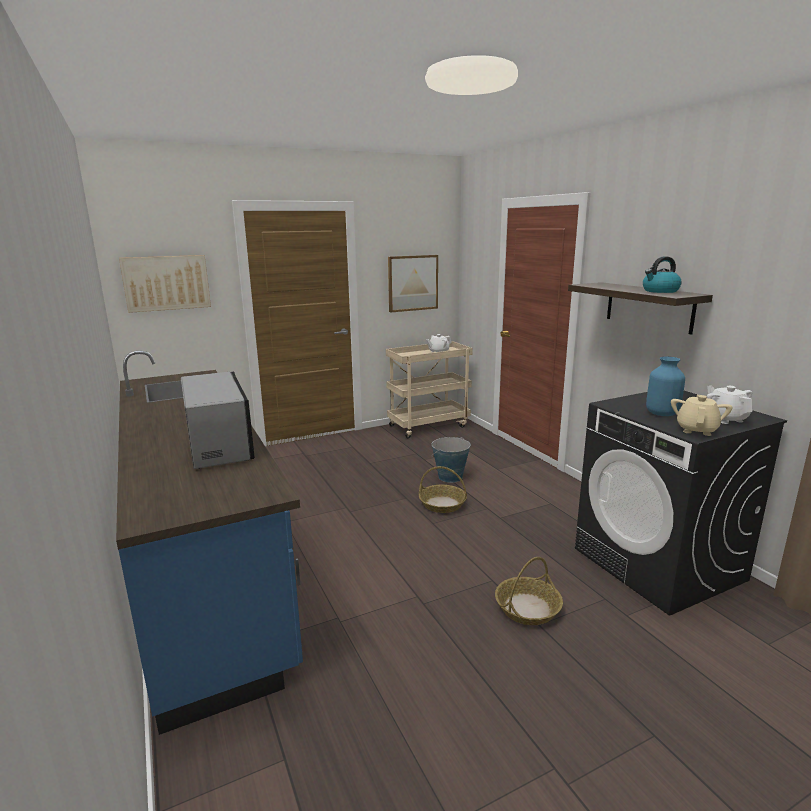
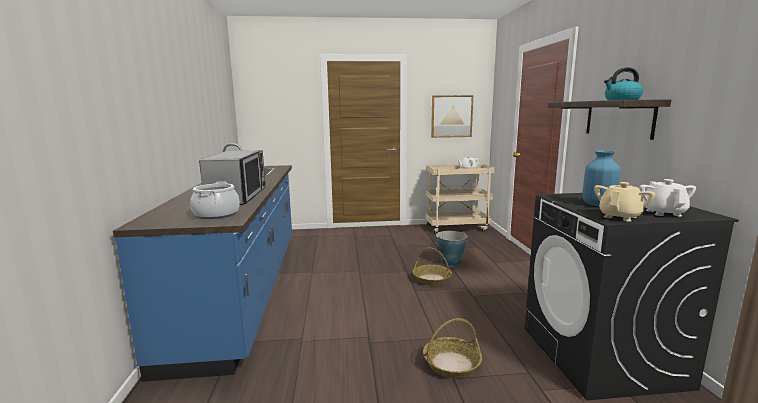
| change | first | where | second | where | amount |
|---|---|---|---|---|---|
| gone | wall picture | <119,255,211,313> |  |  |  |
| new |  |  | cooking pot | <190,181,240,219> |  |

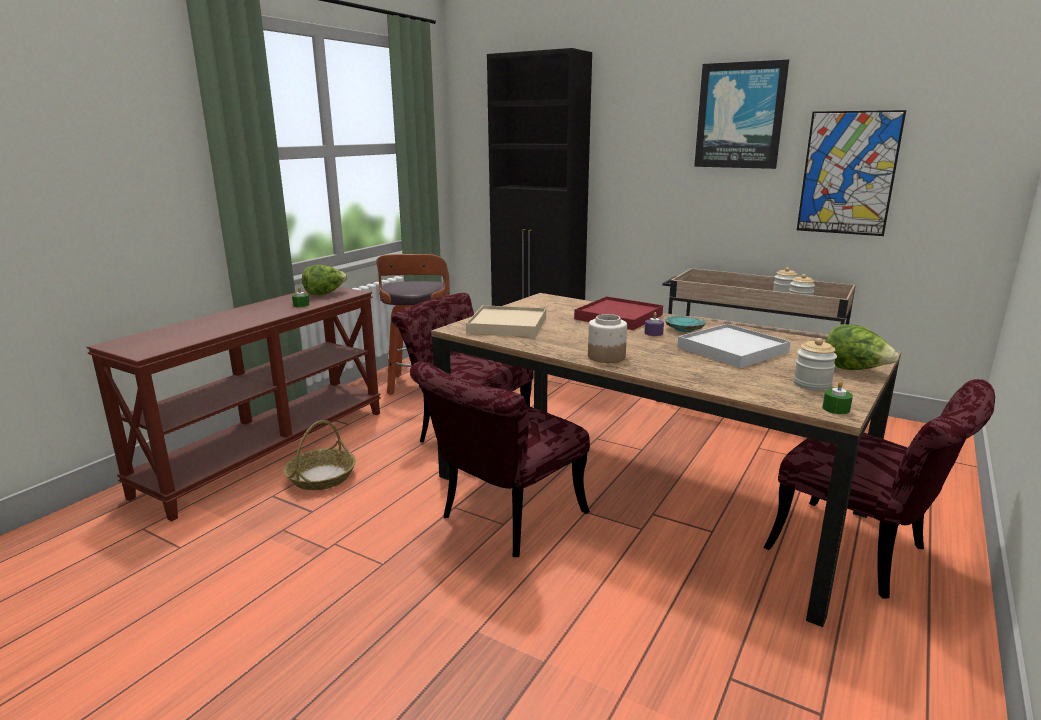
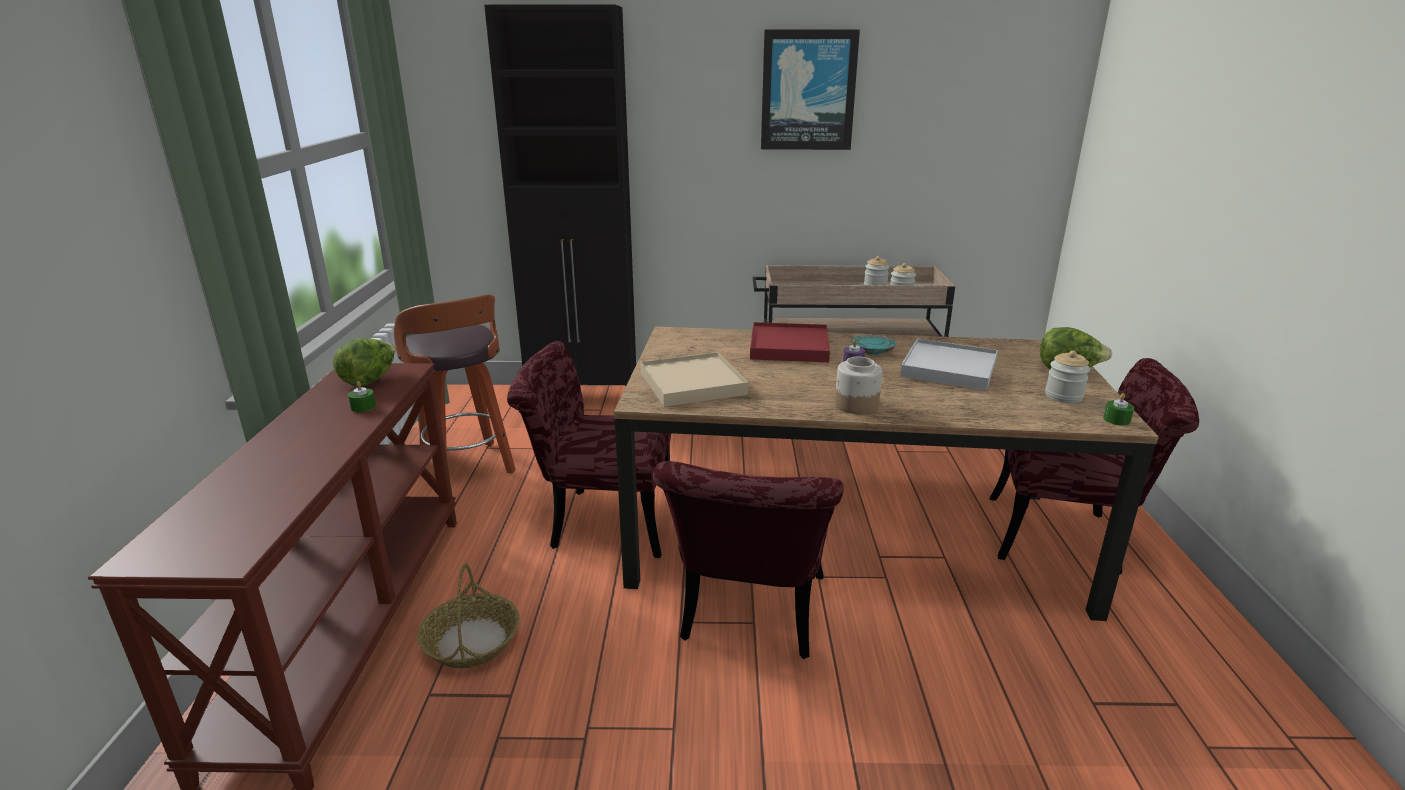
| change | first | where | second | where | amount |
|---|---|---|---|---|---|
| gone | wall picture | <797,110,906,236> |  |  |  |

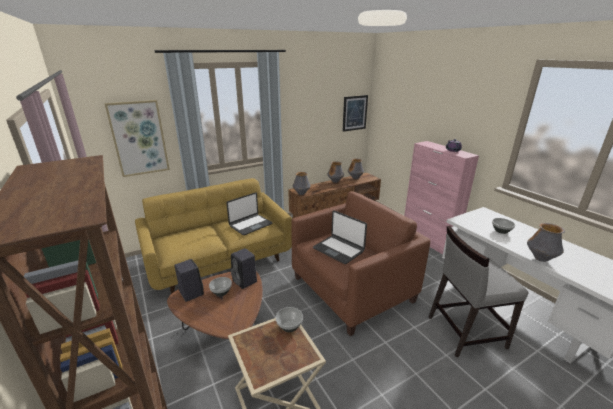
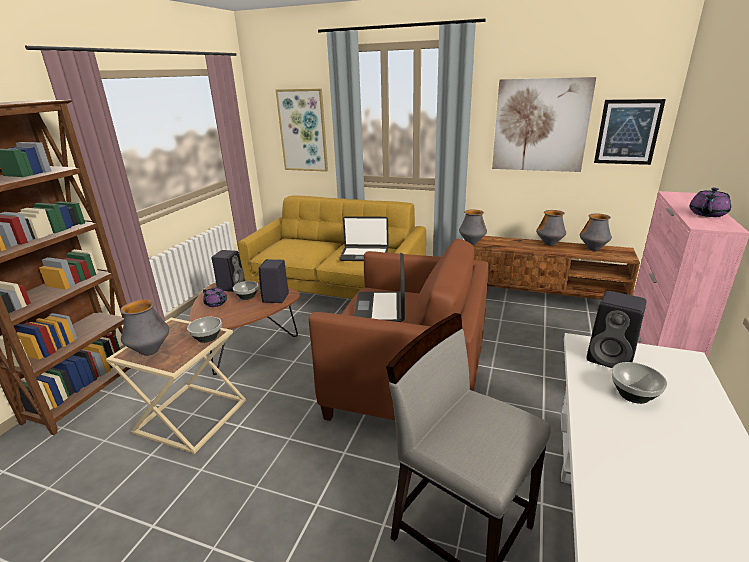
| change | first | where | second | where | amount |
|---|---|---|---|---|---|
| shifted | vase | <527,223,565,262> |  | <120,300,169,356> |  |
| new |  |  | purple-coloured pot for tea | <203,287,227,307> |  |
| new |  |  | wall picture | <492,77,596,172> |  |
| new |  |  | black audio speaker | <586,291,646,368> |  |

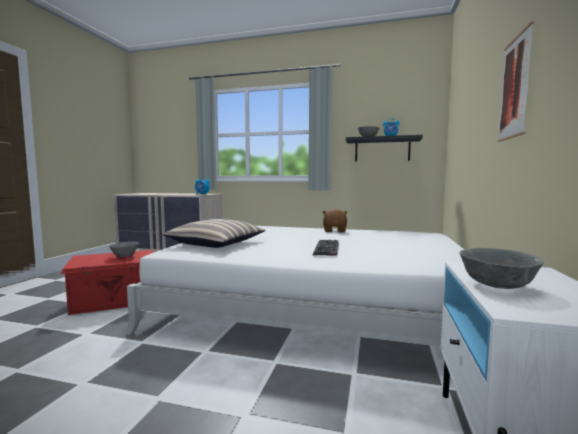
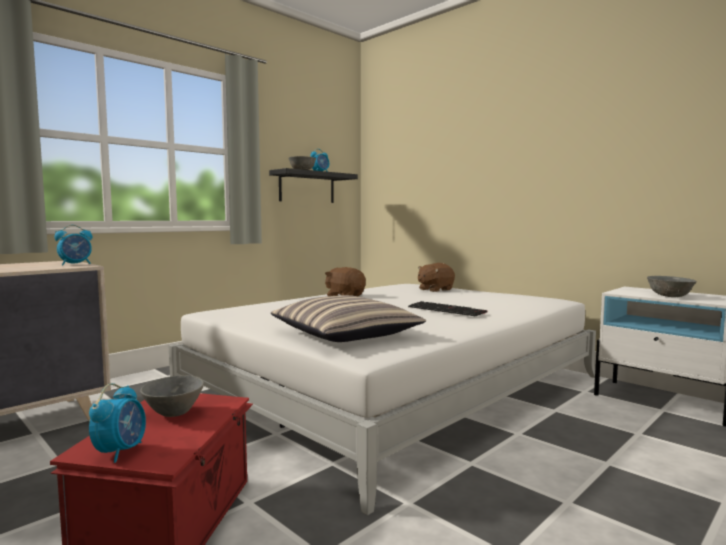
| change | first | where | second | where | amount |
|---|---|---|---|---|---|
| gone | wall picture | <498,21,534,142> |  |  |  |
| new |  |  | bedside clock | <89,383,146,463> |  |
| new |  |  | brown-coloured soft toy | <418,263,455,292> |  |

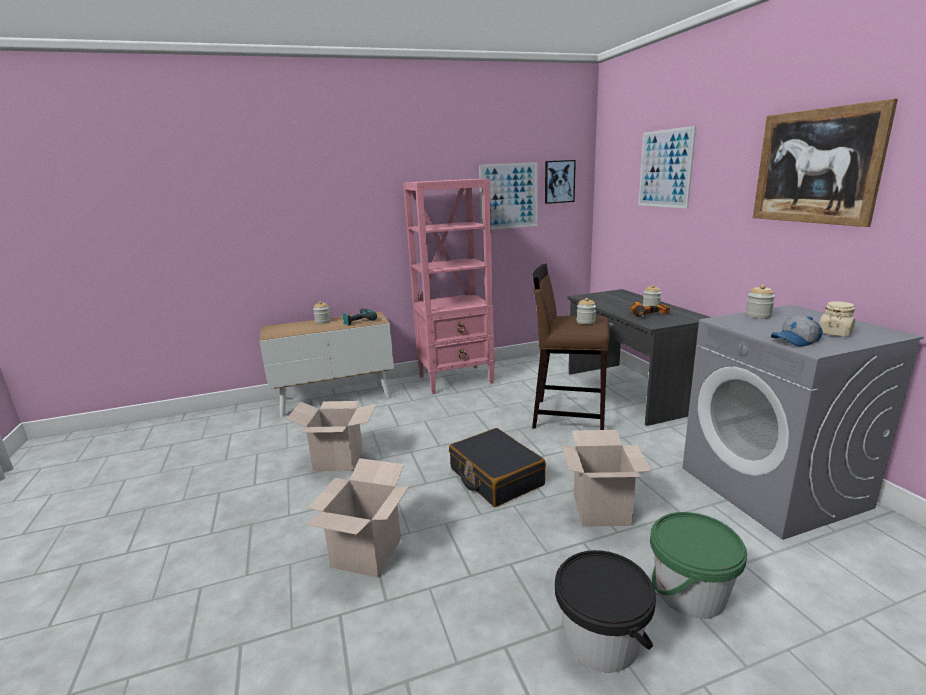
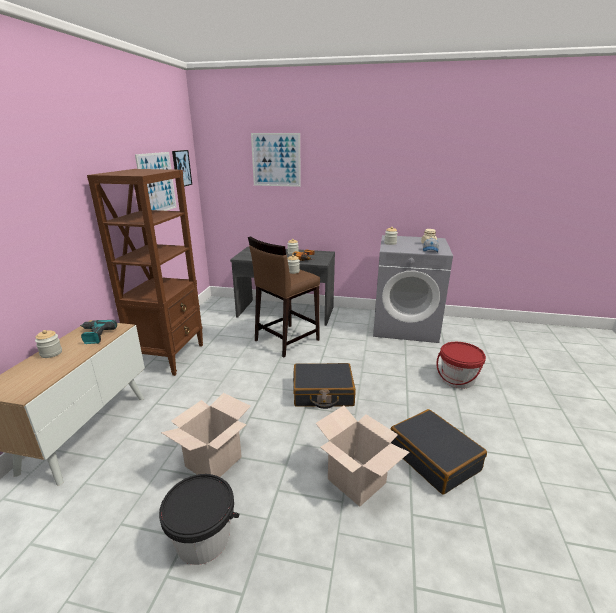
| change | first | where | second | where | amount |
|---|---|---|---|---|---|
| repainted | pink-coloured bookshelf | <403,179,495,394> | brown-coloured bookshelf | <87,169,203,376> |  |
| shifted | black bucket | <555,550,656,673> |  | <159,474,239,565> |  |
| gone | packing box | <561,430,652,526> |  |  |  |
| repainted | green bucket | <650,512,747,619> | reddish bucket | <436,342,486,389> |  |
| gone | wall picture | <753,99,898,227> |  |  |  |
| new |  |  | black suitcase | <390,409,487,495> |  |

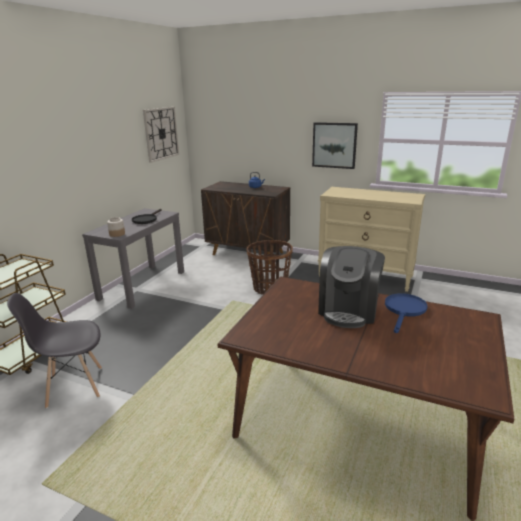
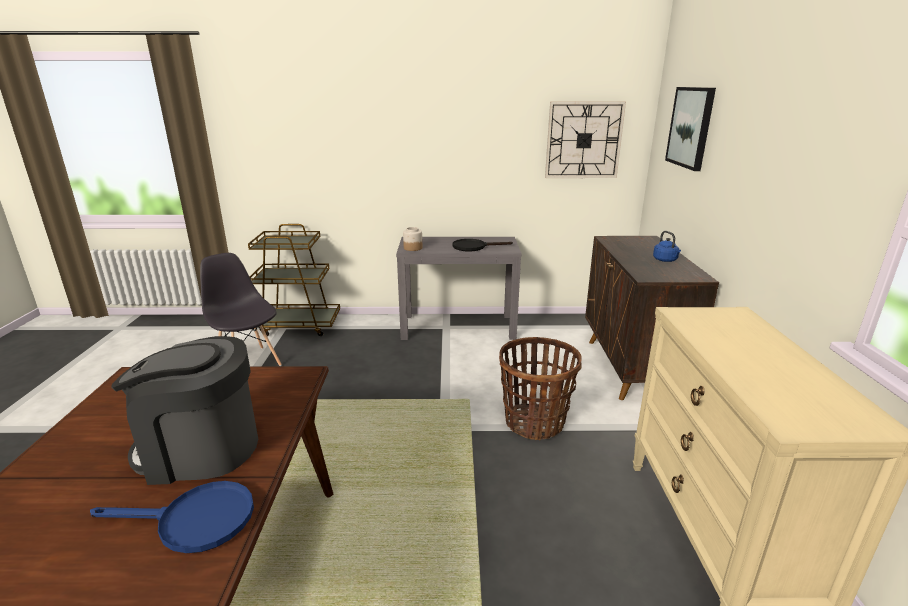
| change | first | where | second | where | amount |
|---|---|---|---|---|---|
| shifted | wall picture | <312,122,358,169> |  | <665,87,716,171> |  |

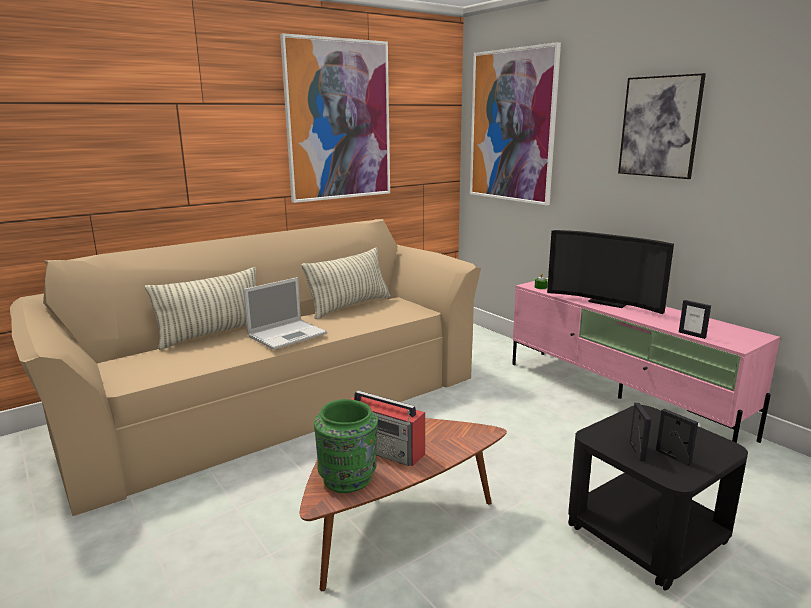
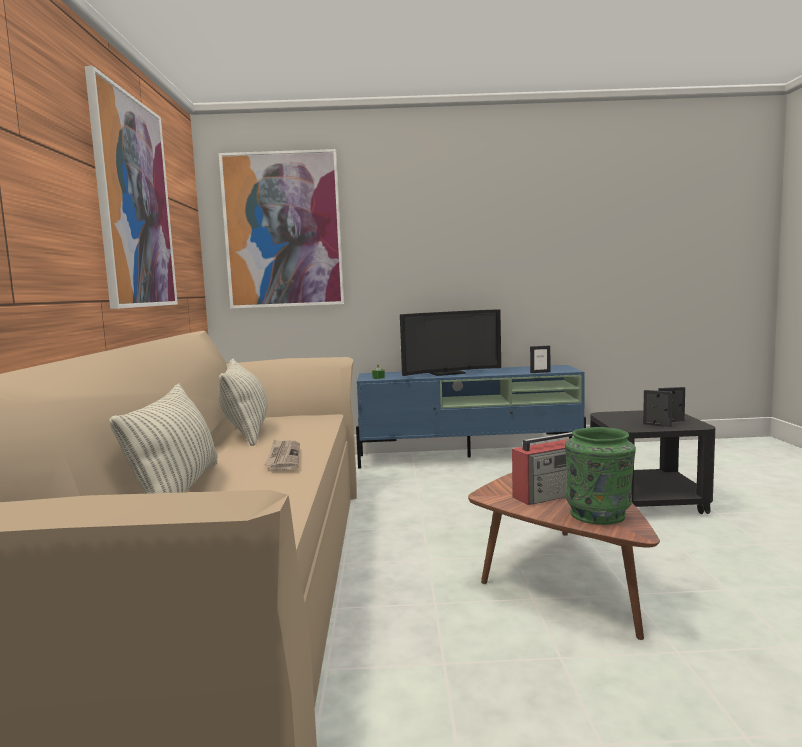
| change | first | where | second | where | amount |
|---|---|---|---|---|---|
| swapped | notebook computer | <243,277,327,350> | newspaper | <264,439,300,470> |  |
| repainted | pink-coloured tv stand | <512,278,780,443> | bluish tv stand | <356,365,586,469> |  |
| gone | wall picture | <618,73,706,179> |  |  |  |

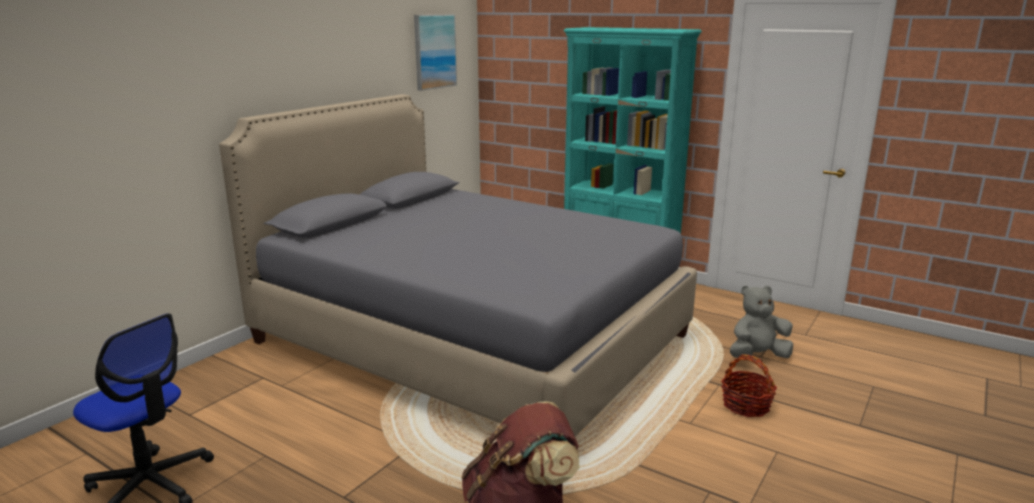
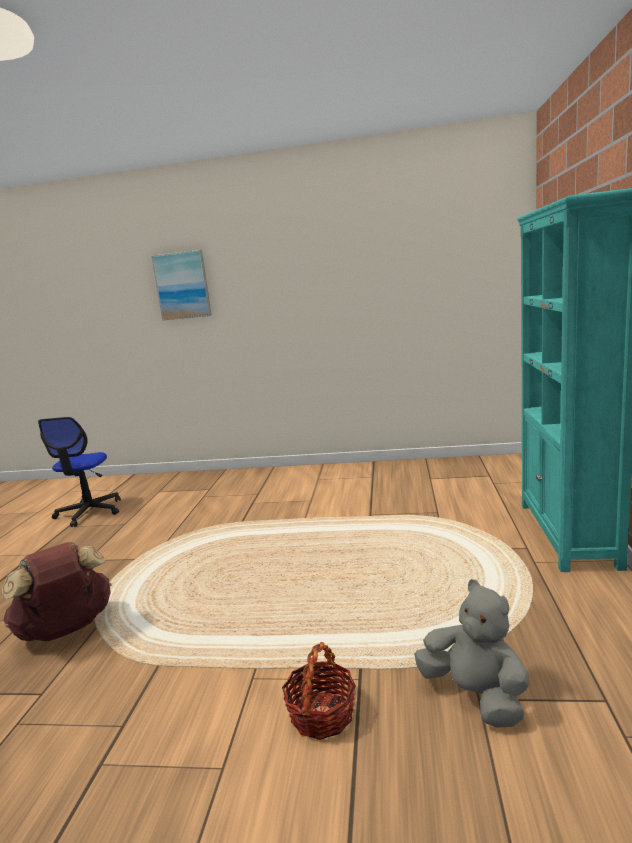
| change | first | where | second | where | amount |
|---|---|---|---|---|---|
| gone | greyish bedroom bed | <219,94,697,437> |  |  |  |
| shifted | wall picture | <414,14,457,91> |  | <151,250,212,321> |  |

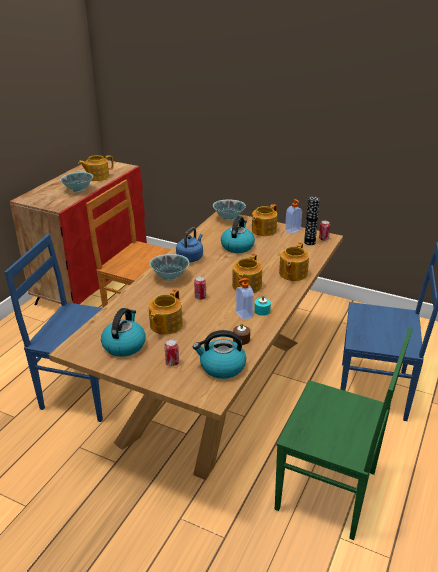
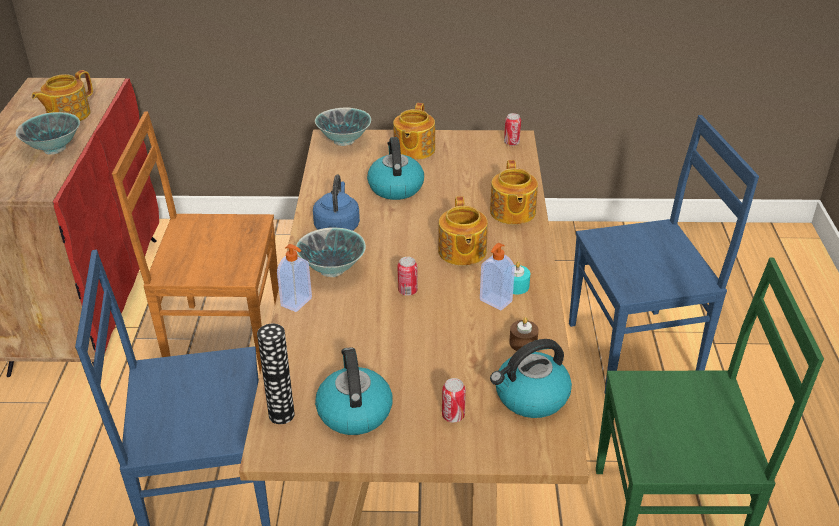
| change | first | where | second | where | amount |
|---|---|---|---|---|---|
| gone | pot for tea | <149,289,183,335> |  |  |  |
| shifted | soap bottle | <285,199,302,234> |  | <277,244,312,312> |  |
| shifted | vase | <304,196,320,245> |  | <257,324,295,424> |  |

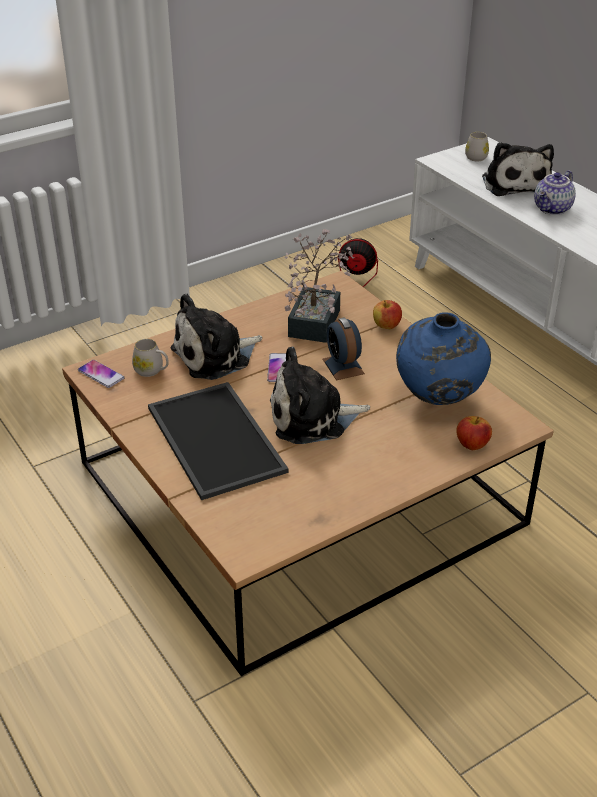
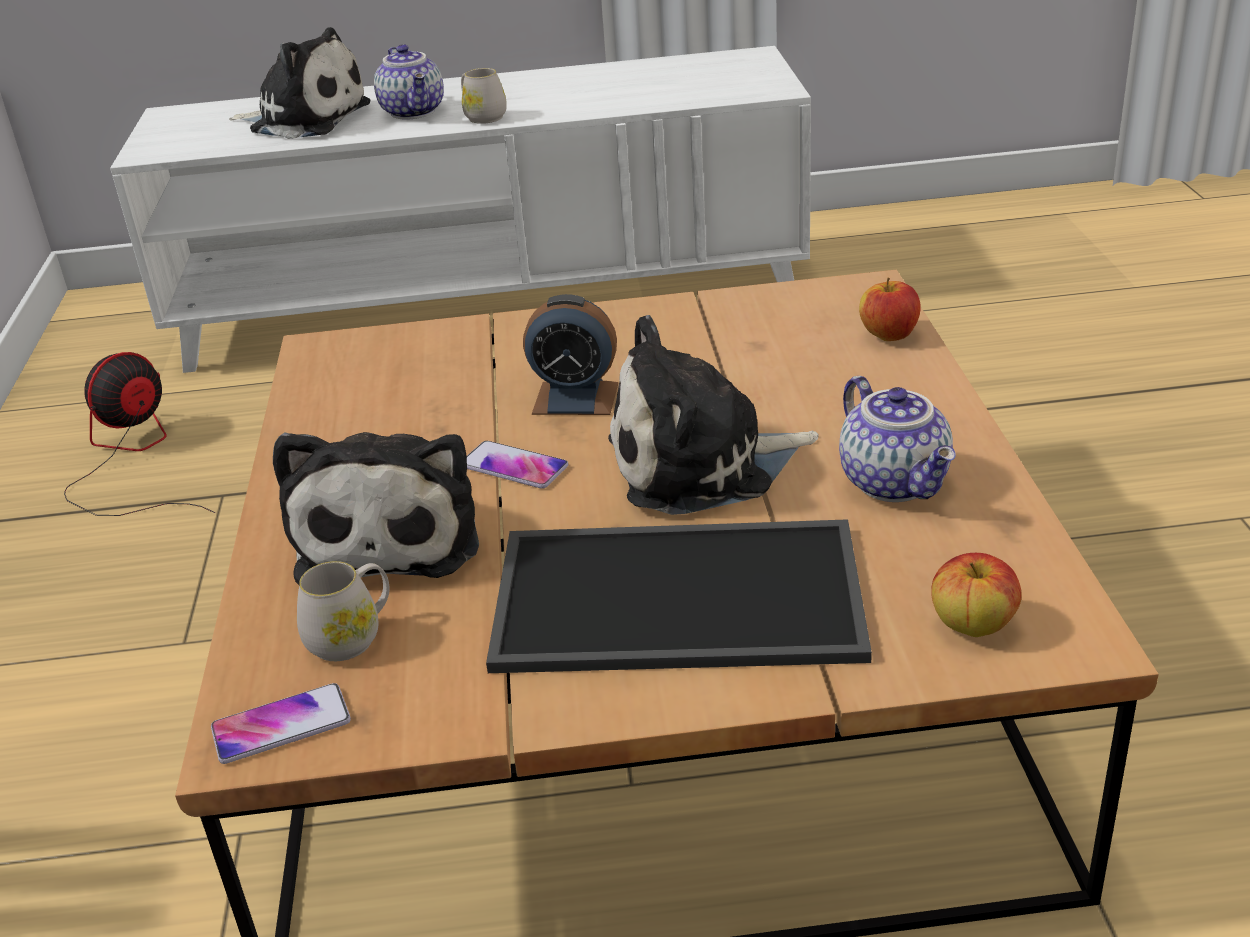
| change | first | where | second | where | amount |
|---|---|---|---|---|---|
| rotated | soft toy | <270,347,370,444> |  | <608,315,818,515> | 60 degrees clockwise |
| gone | potted plant | <284,229,354,343> |  |  |  |
| shifted | whole apple | <373,300,402,329> |  | <931,553,1022,637> |  |
| gone | bluish vase | <396,312,491,405> |  |  |  |
| shifted | white coffee mug | <465,132,489,161> |  | <461,68,507,124> |  |
| new |  |  | pot for tea | <839,376,956,502> |  |

